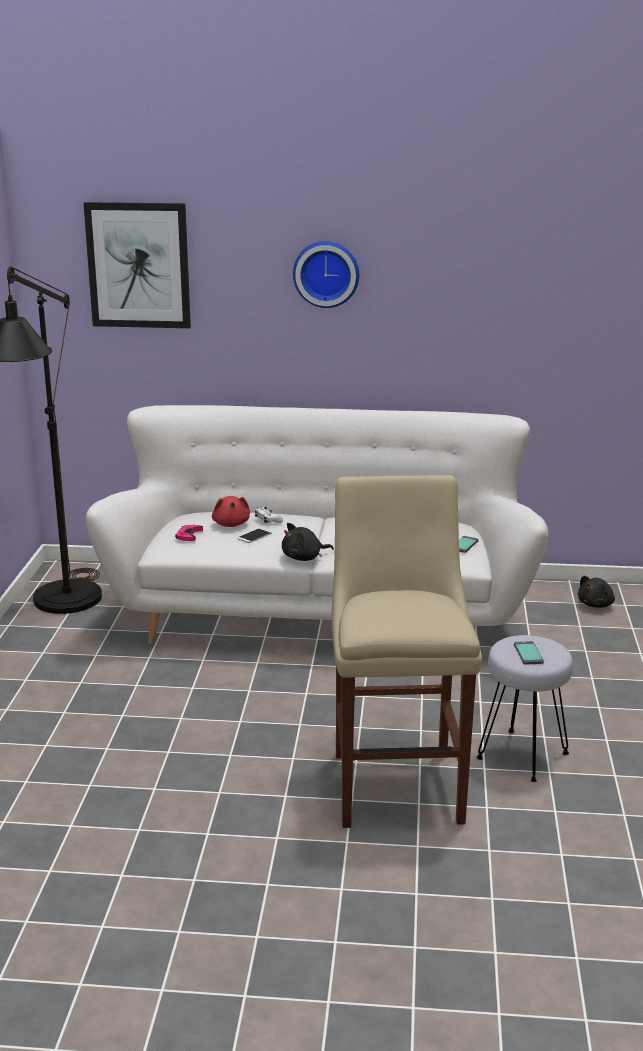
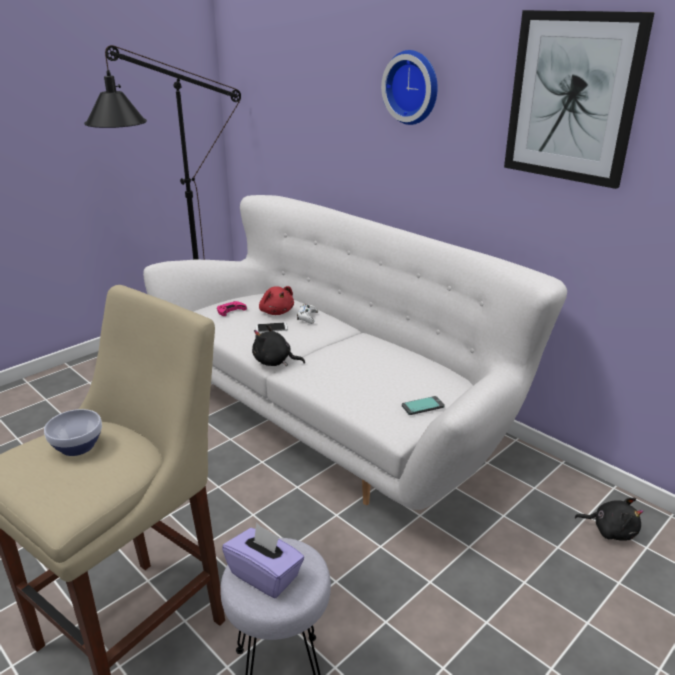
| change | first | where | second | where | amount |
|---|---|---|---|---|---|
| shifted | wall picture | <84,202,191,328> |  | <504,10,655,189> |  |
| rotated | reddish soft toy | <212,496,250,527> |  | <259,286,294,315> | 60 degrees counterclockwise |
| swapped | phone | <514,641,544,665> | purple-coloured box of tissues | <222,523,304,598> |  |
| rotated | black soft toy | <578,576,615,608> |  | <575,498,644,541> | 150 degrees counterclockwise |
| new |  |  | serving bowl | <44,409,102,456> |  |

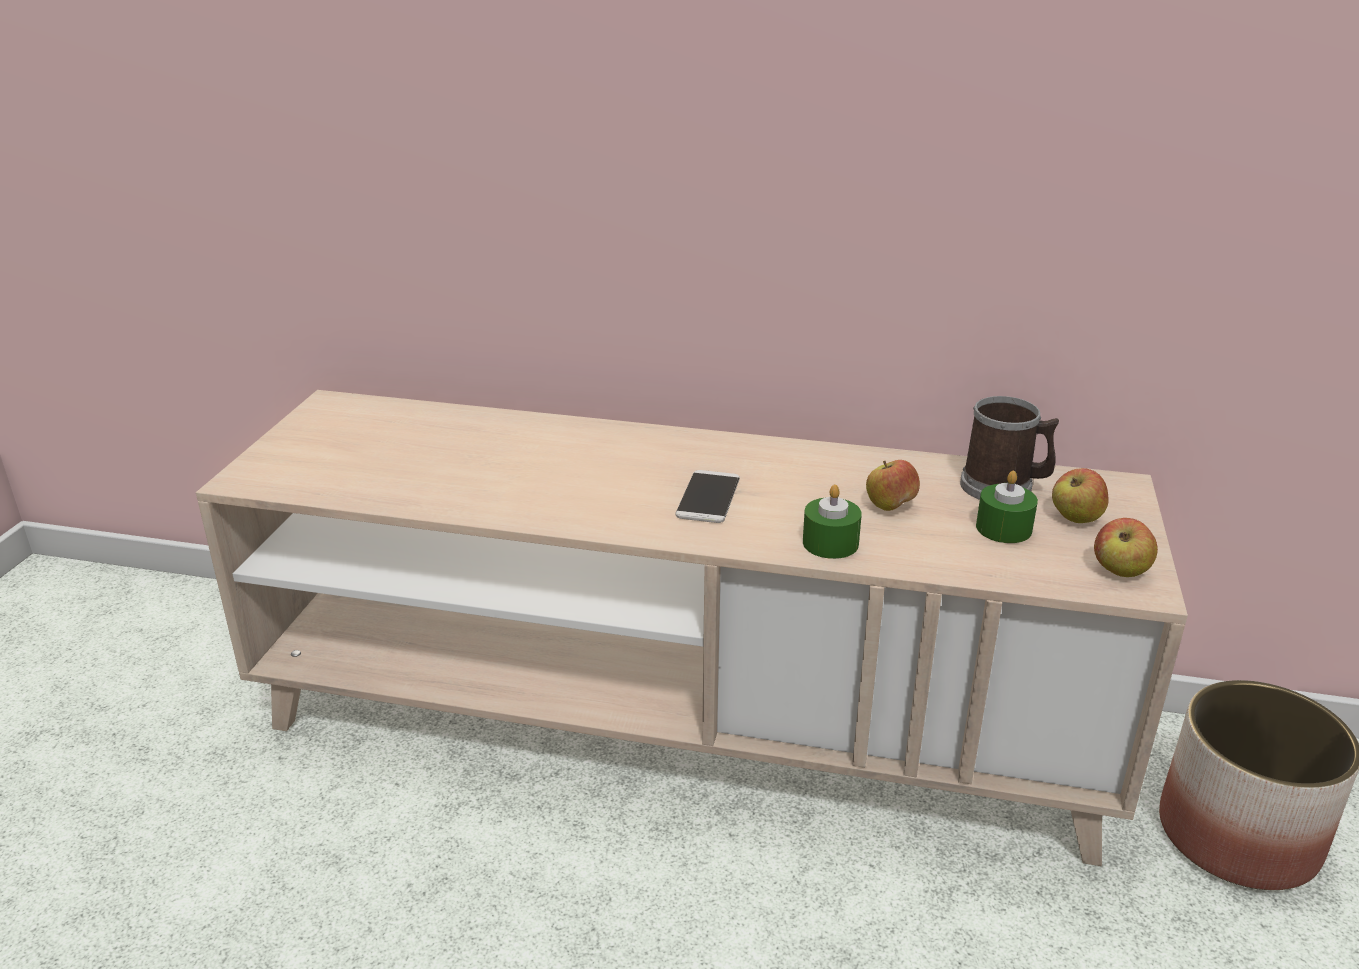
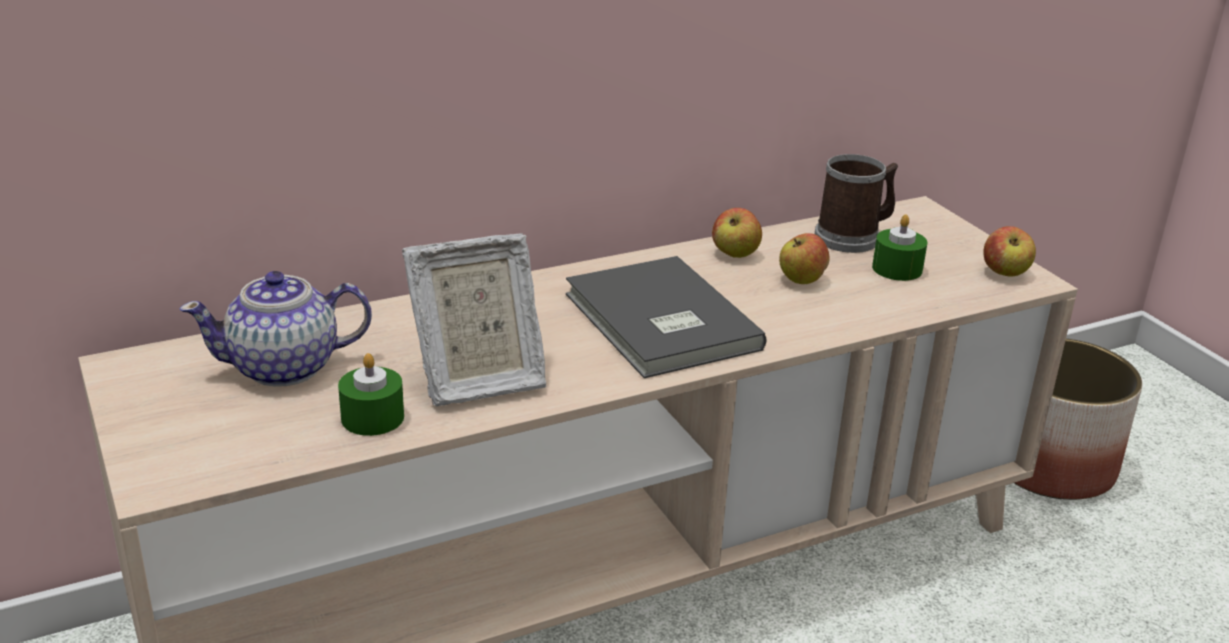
| change | first | where | second | where | amount |
|---|---|---|---|---|---|
| swapped | phone | <676,470,740,523> | greyish bound book | <566,256,767,378> |  |
| shifted | green wax light | <803,485,862,559> |  | <338,353,404,436> |  |
| shifted | whole apple | <1052,468,1109,523> |  | <712,208,762,258> |  |
| new |  |  | pot for tea | <179,271,372,387> |  |
| new |  |  | picture frame | <402,234,546,406> |  |

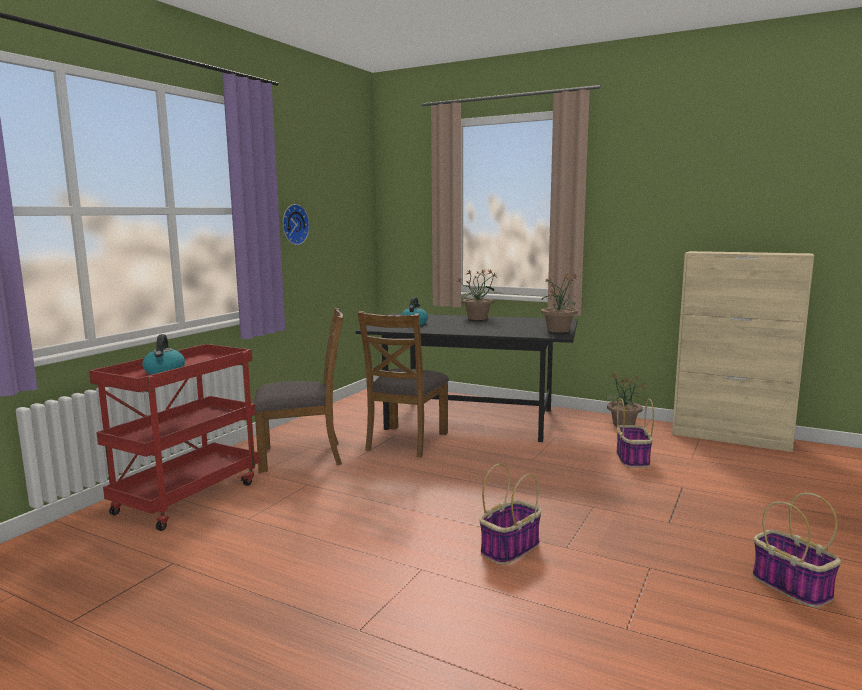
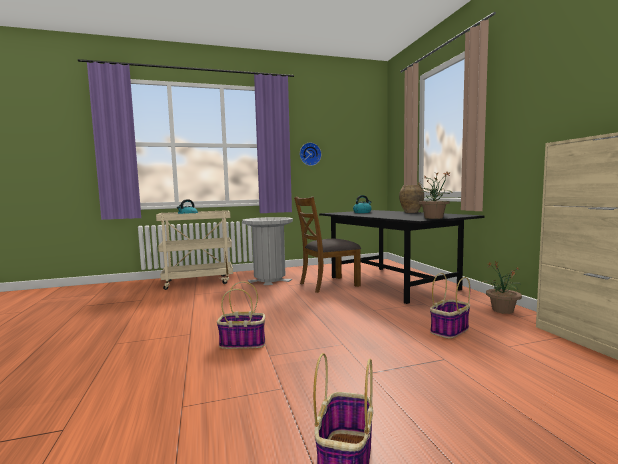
| change | first | where | second | where | amount |
|---|---|---|---|---|---|
| repainted | reddish cart | <89,344,259,531> | beige cart | <156,210,233,290> |  |
| swapped | brown-coloured upright chair | <254,308,343,473> | greyish waste bin | <242,217,293,285> |  |
| swapped | potted plant | <457,269,502,320> | brown-coloured vase | <399,185,424,213> |  |

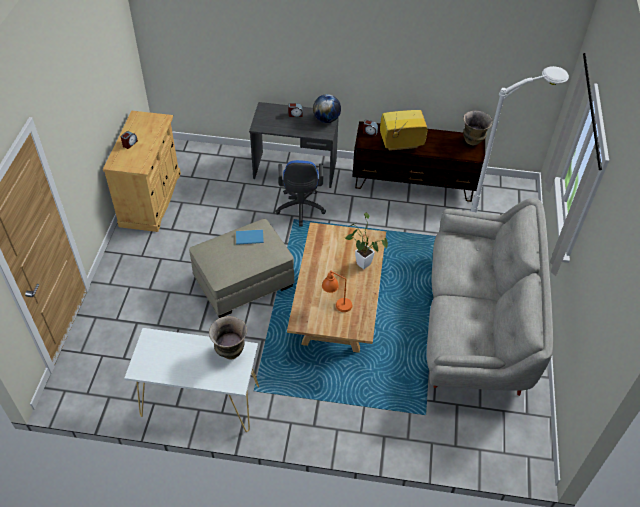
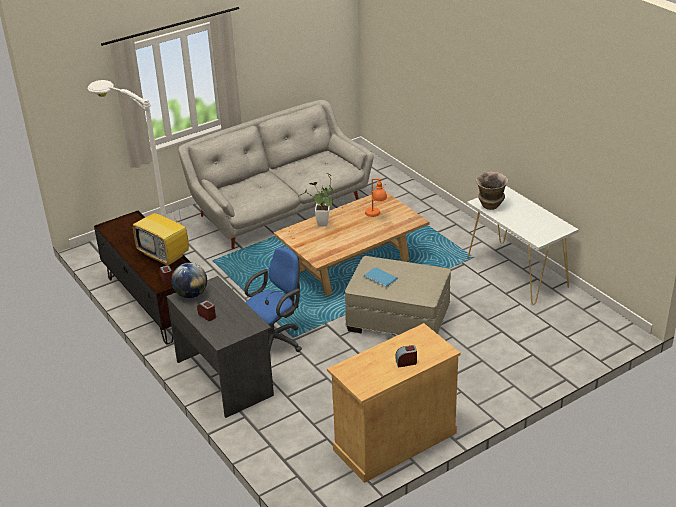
| change | first | where | second | where | amount |
|---|---|---|---|---|---|
| gone | vase | <463,111,493,145> |  |  |  |

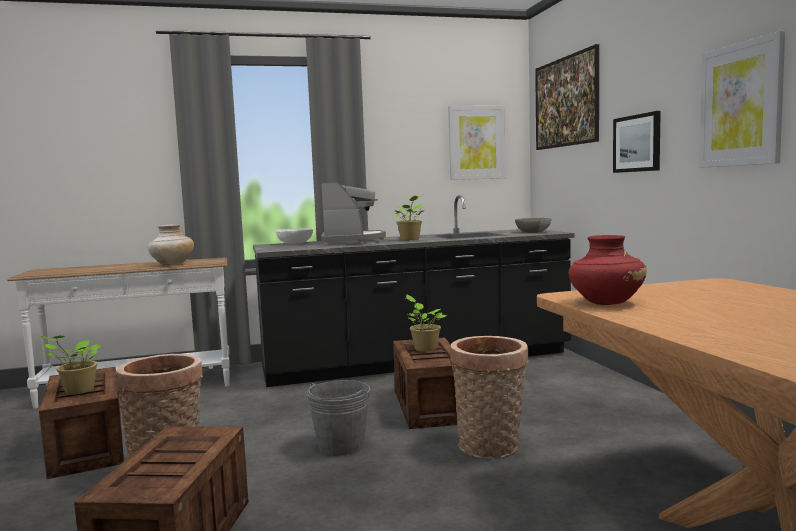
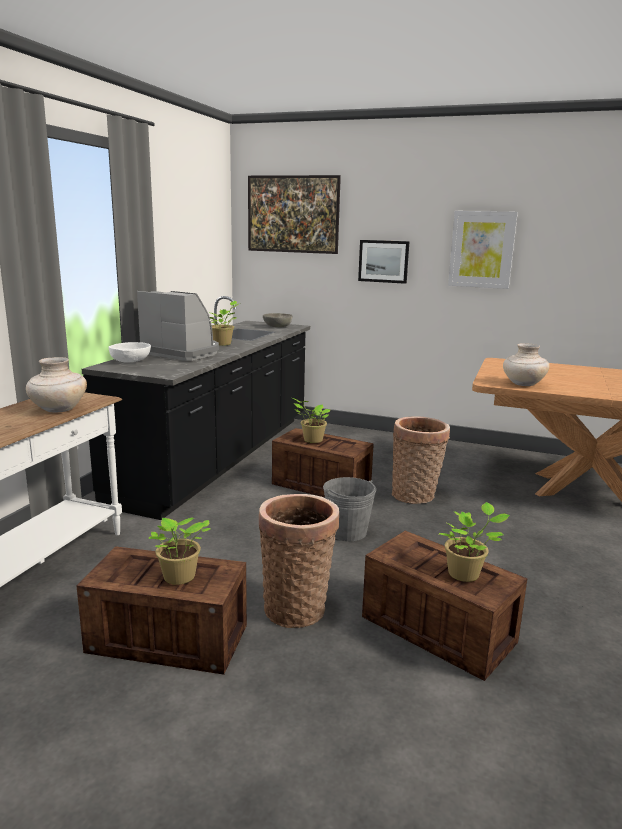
| change | first | where | second | where | amount |
|---|---|---|---|---|---|
| gone | wall picture | <448,106,506,180> |  |  |  |
| repainted | reddish vase | <569,235,647,305> | beige vase | <503,343,550,386> |  |
| new |  |  | potted plant | <439,502,510,582> |  |

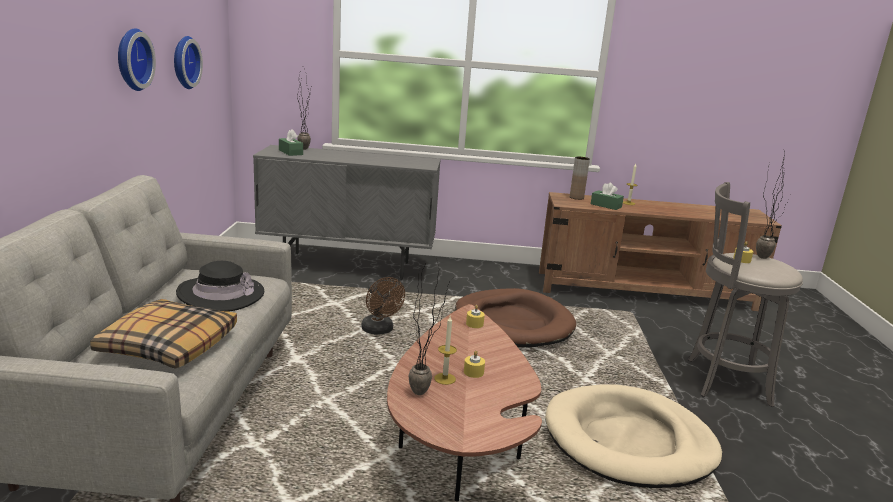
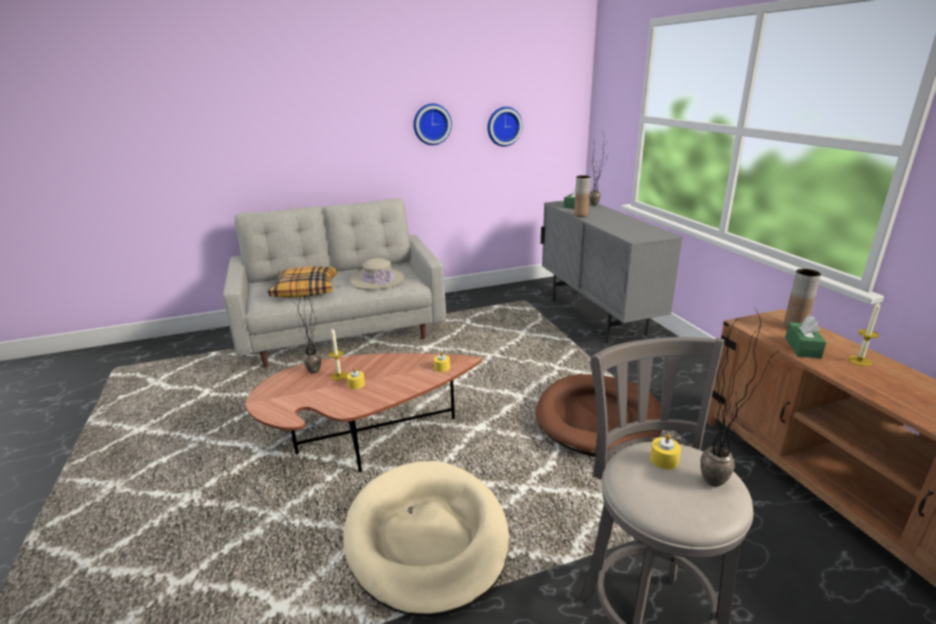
| change | first | where | second | where | amount |
|---|---|---|---|---|---|
| repainted | black clothing hat | <176,261,264,312> | beige clothing hat | <350,258,405,290> |  |
| gone | brown-coloured electric fan | <362,277,405,335> |  |  |  |
| new |  |  | brown-coloured vase | <574,175,591,217> |  |

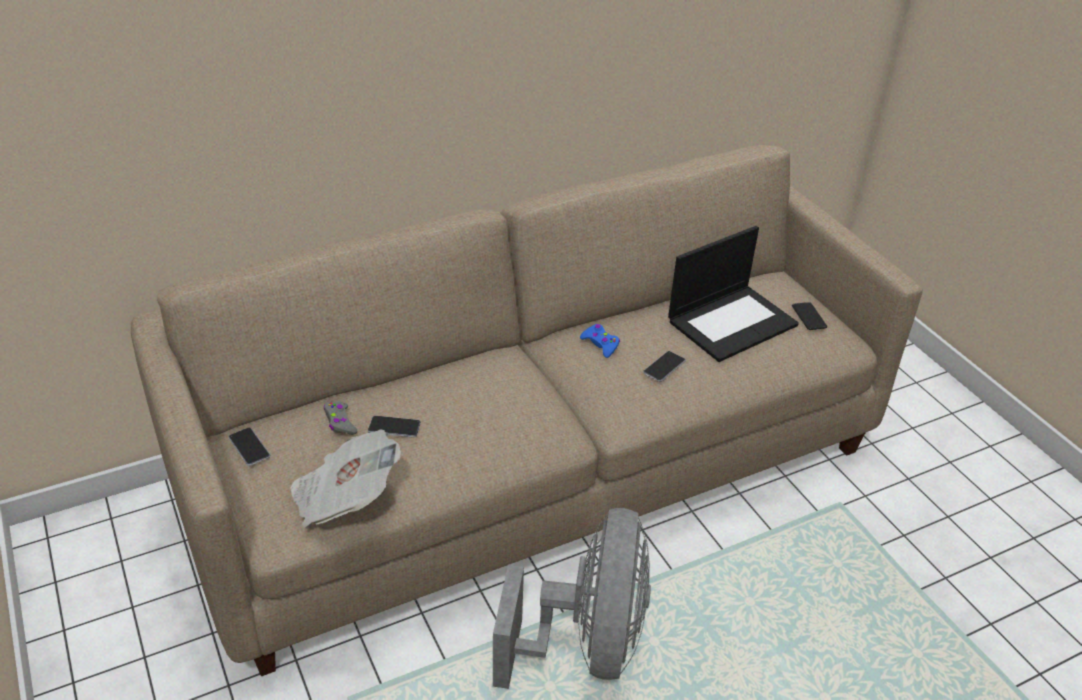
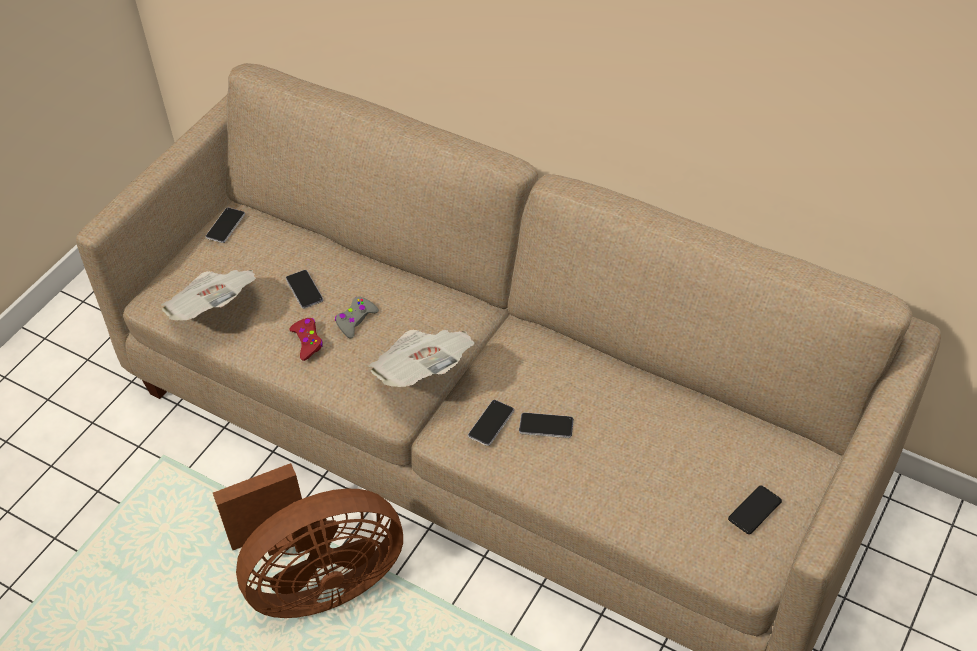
| change | first | where | second | where | amount |
|---|---|---|---|---|---|
| shifted | greyish joypad | <324,401,357,435> |  | <335,296,379,339> |  |
| repainted | greyish electric fan | <493,508,651,689> | brown-coloured electric fan | <213,463,403,618> |  |
| gone | bluish joypad | <580,324,620,358> |  |  |  |
| gone | notebook computer | <668,226,799,362> |  |  |  |
| new |  |  | reddish joypad | <290,318,323,361> |  |
| new |  |  | newspaper | <368,329,475,387> |  |
| new |  |  | phone | <468,400,514,446> |  |

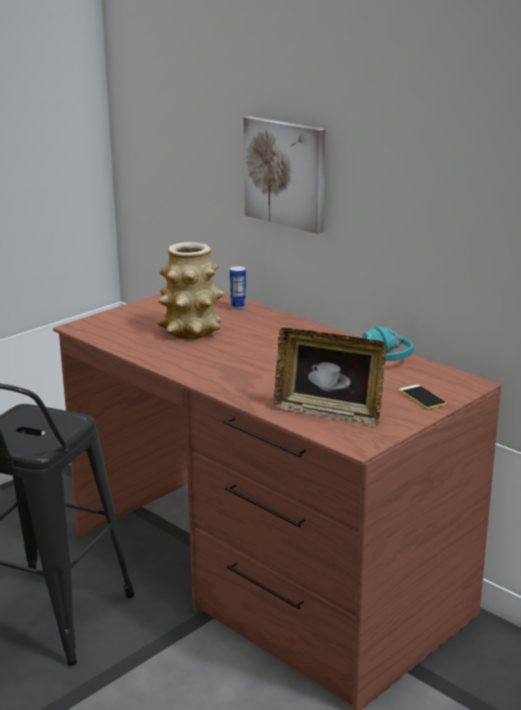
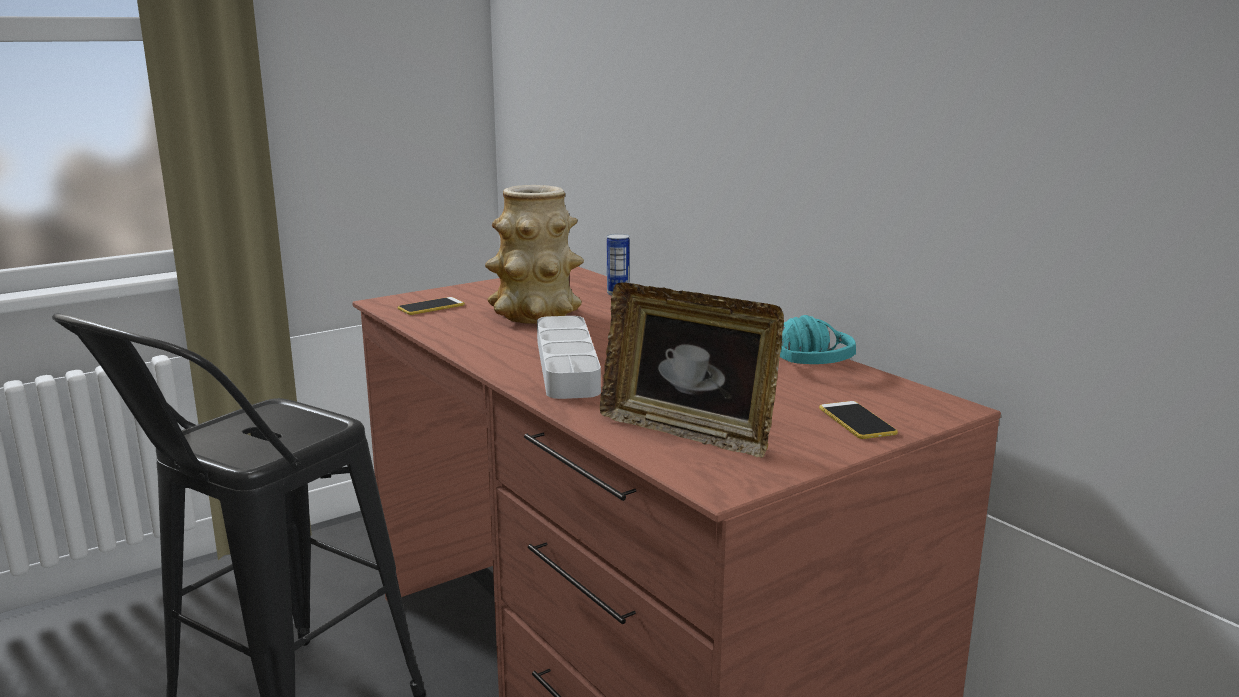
| change | first | where | second | where | amount |
|---|---|---|---|---|---|
| gone | wall picture | <244,116,326,234> |  |  |  |
| new |  |  | phone | <397,297,465,315> |  |
| new |  |  | greyish carrying tray | <537,316,601,399> |  |

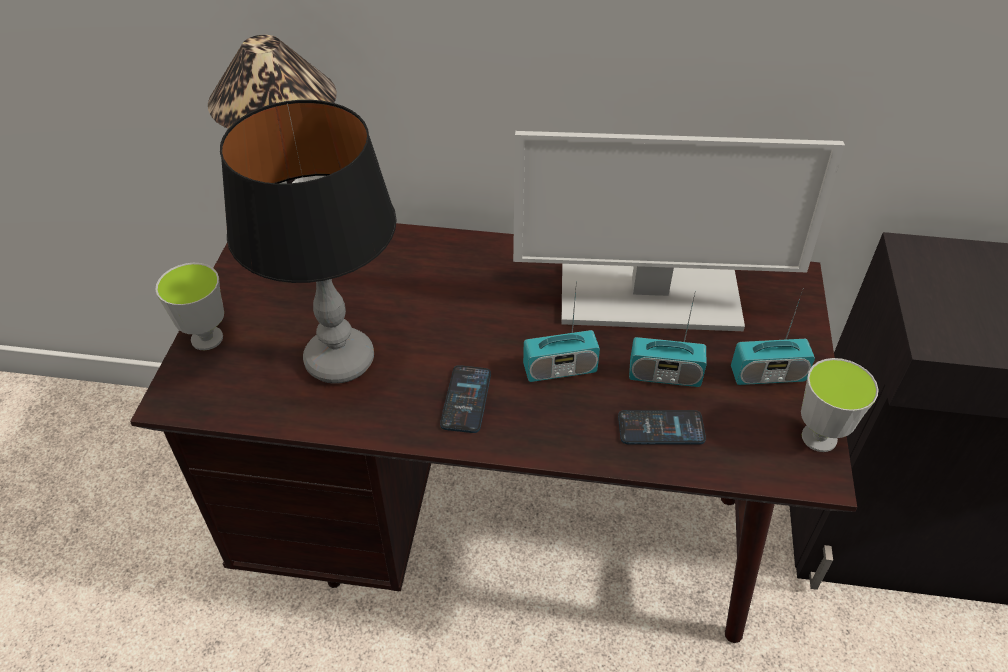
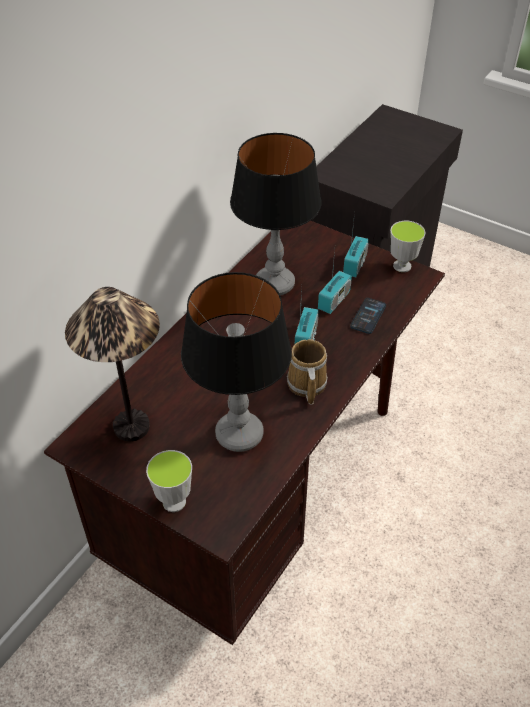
| change | first | where | second | where | amount |
|---|---|---|---|---|---|
| swapped | phone | <440,365,491,433> | coffee mug | <287,339,328,405> |  |
| swapped | computer screen | <513,131,845,331> | lamp for a table | <230,133,321,296> |  |

